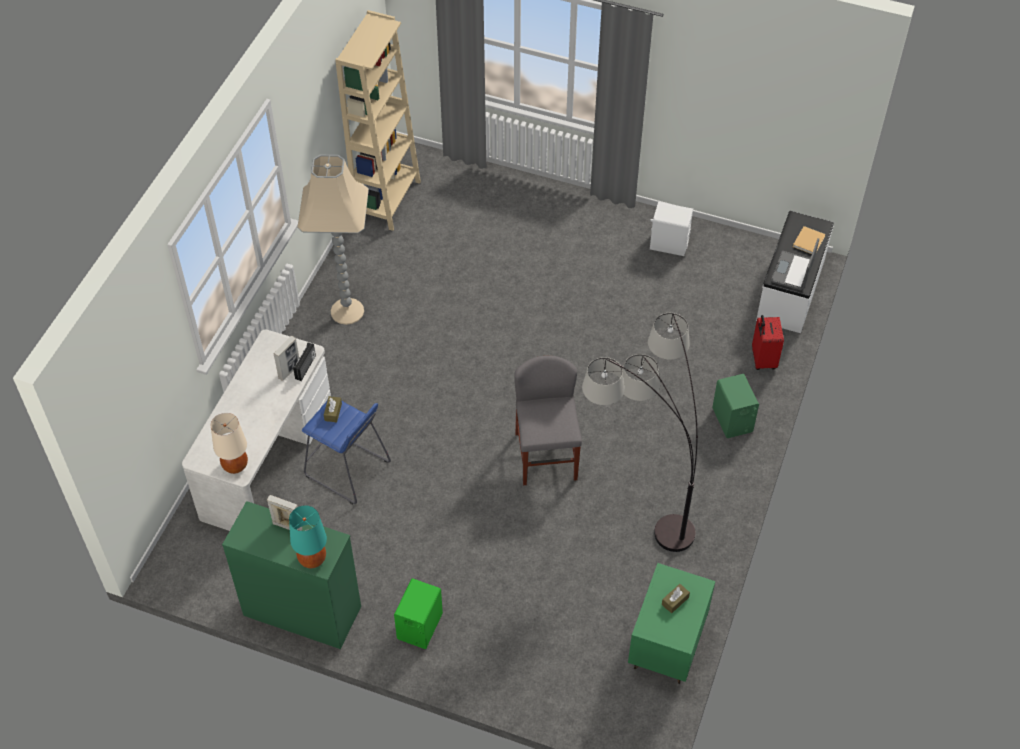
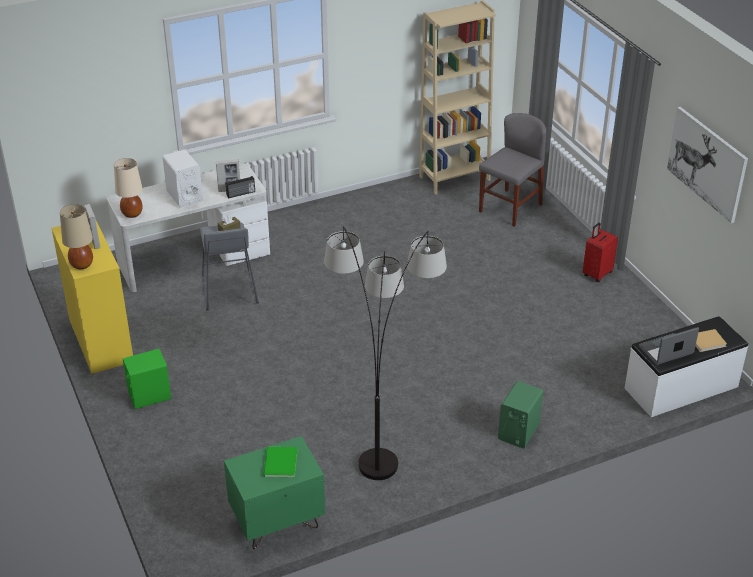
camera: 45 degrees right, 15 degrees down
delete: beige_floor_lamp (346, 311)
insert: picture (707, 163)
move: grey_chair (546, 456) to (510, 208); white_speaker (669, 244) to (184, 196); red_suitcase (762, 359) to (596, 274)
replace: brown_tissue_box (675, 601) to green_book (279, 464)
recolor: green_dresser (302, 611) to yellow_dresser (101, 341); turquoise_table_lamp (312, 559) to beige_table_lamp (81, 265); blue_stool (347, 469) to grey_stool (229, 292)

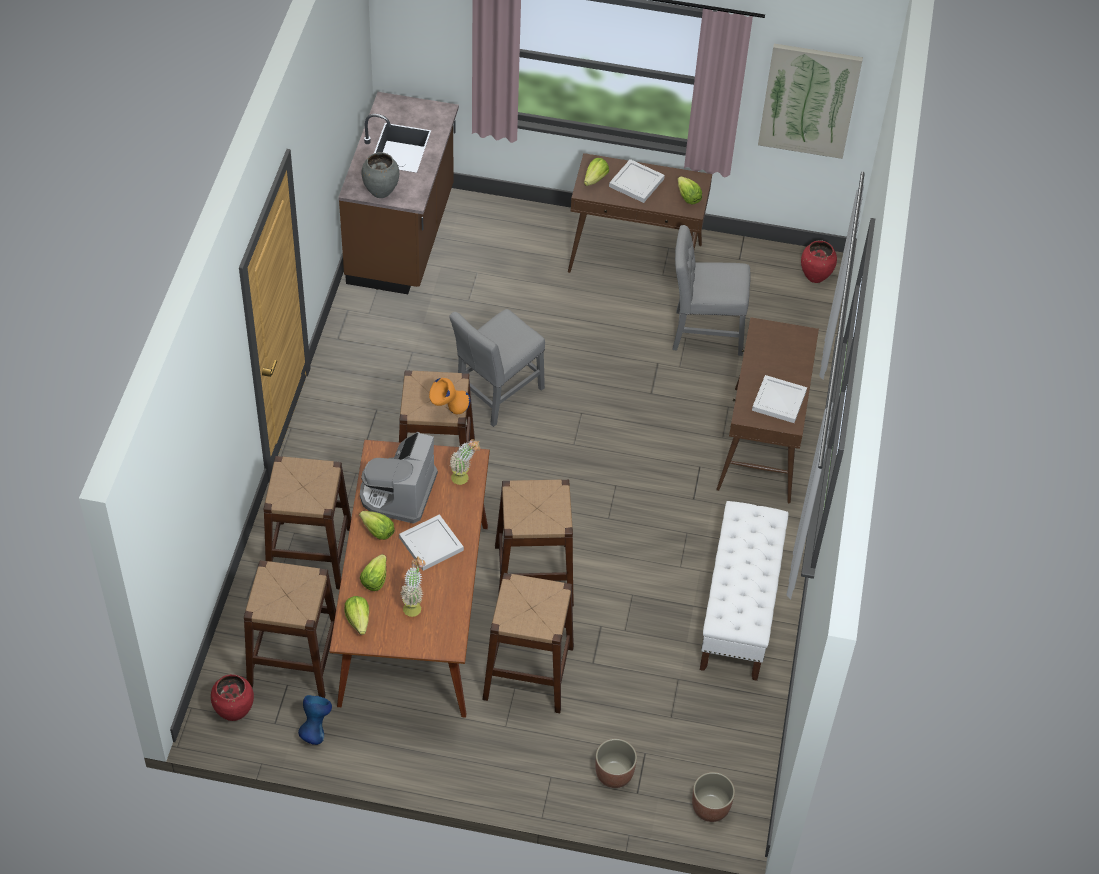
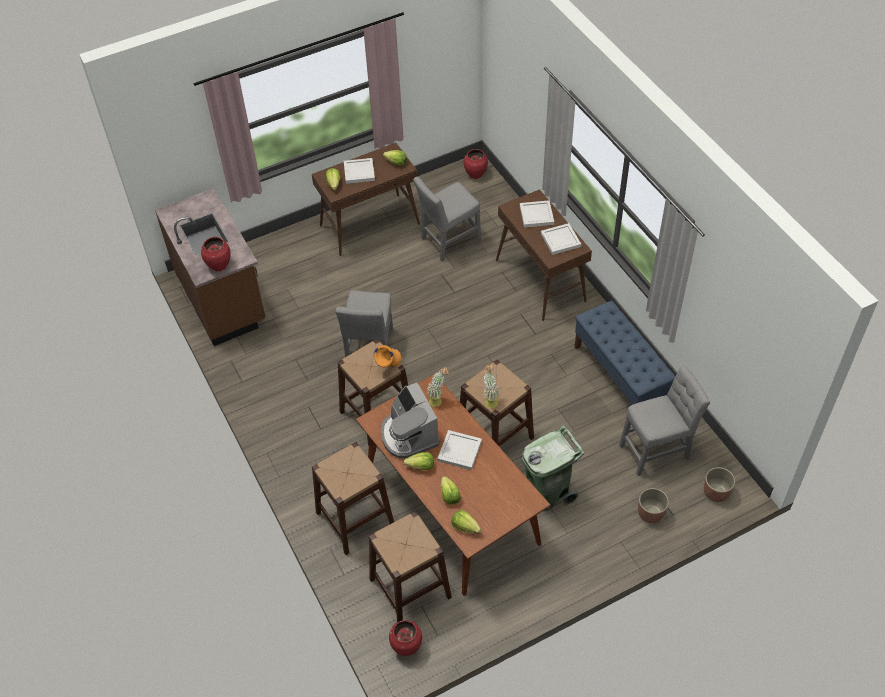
camera: 35 degrees left, 0 degrees up
delete: blue_vase (315, 730); picture (809, 100)
insert: white_tray (537, 215); grey_chair (657, 450)
move: potted_plant (414, 605) to (490, 400)
replace: brown_stool (528, 672) to green_trash_can (548, 493)
recolor: grey_vase (380, 192) to red_vase (219, 266); white_bench (739, 610) to blue_bench (620, 376)

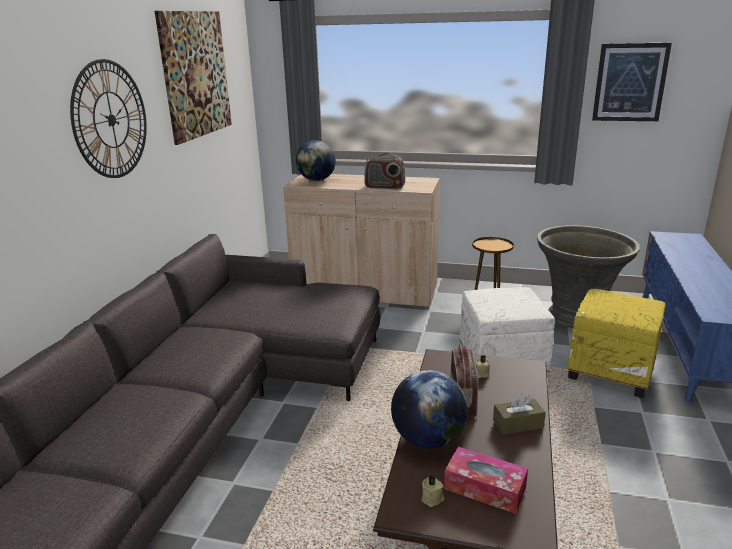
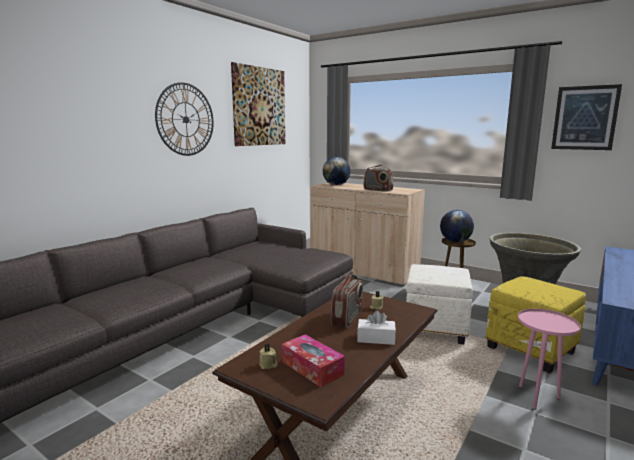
camera: 20 degrees right, 10 degrees down
insert: pink_side_table (537, 397)
move: globe (428, 439) to (455, 241)
recolor: brown_tissue_box (518, 424) to white_tissue_box (376, 339)

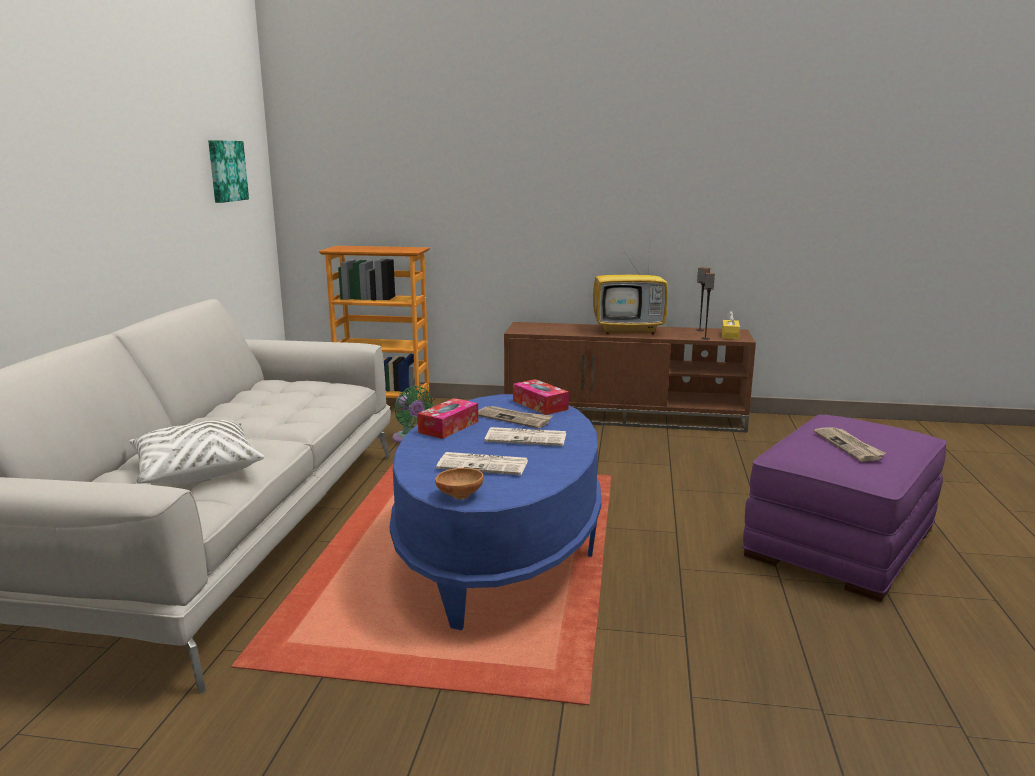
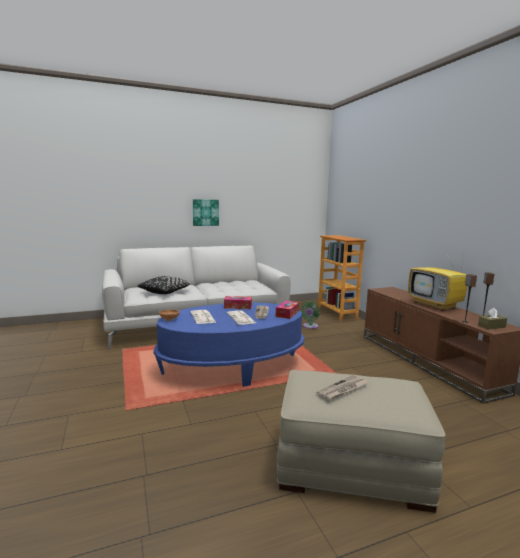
camera: 60 degrees right, 5 degrees down
move: picture (226, 171) to (205, 212)
recolor: white_pillow (196, 470) to black_pillow (165, 292); yellow_tissue_box (730, 335) to brown_tissue_box (491, 326); purple_ottoman (840, 541) to beige_ottoman (351, 464)

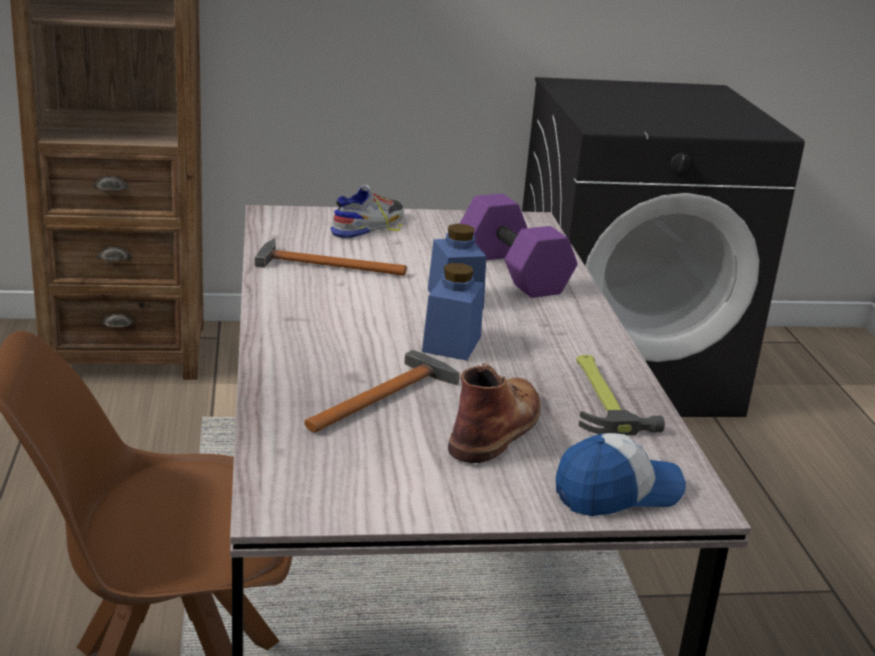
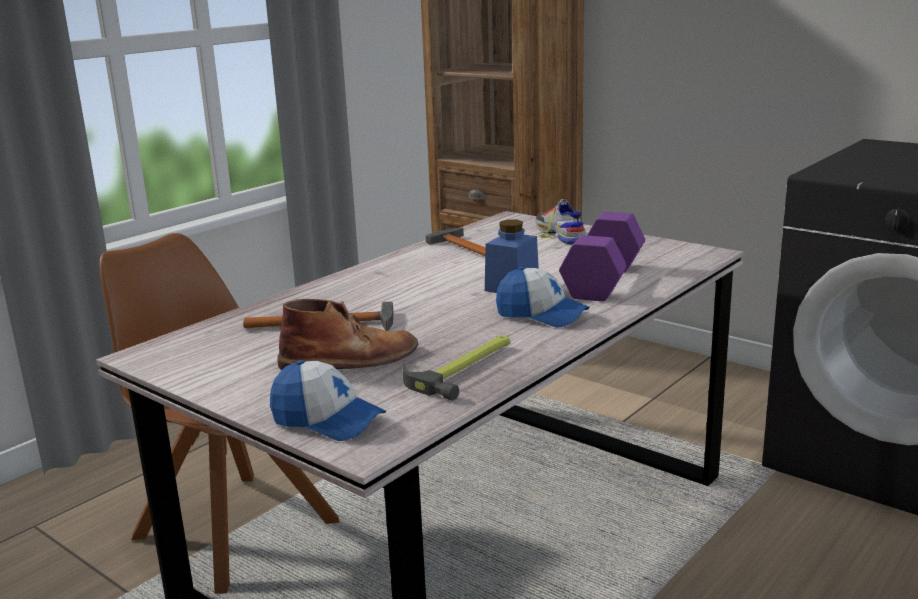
camera: 50 degrees right, 5 degrees down
delete: blue_jar (451, 344)
insert: cap (541, 315)
rotate: shoe (368, 225) = (560, 234) 105 degrees counterclockwise

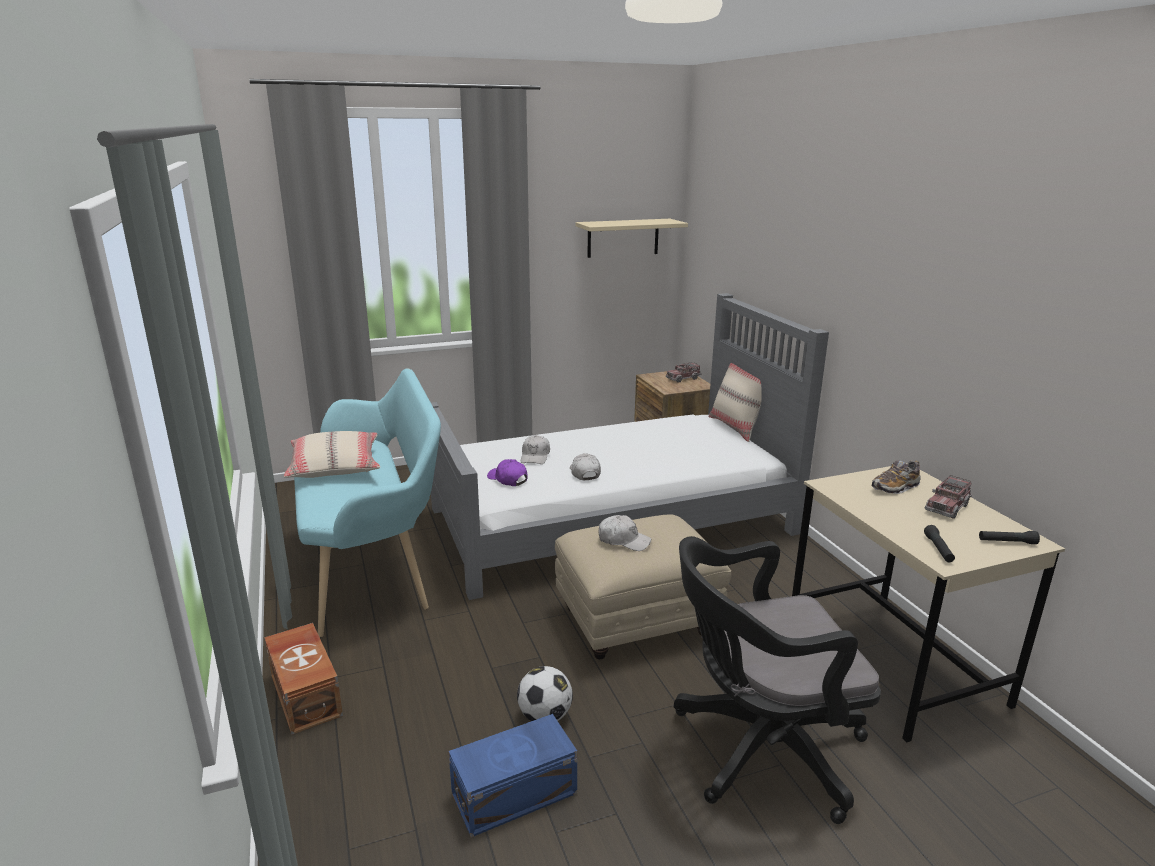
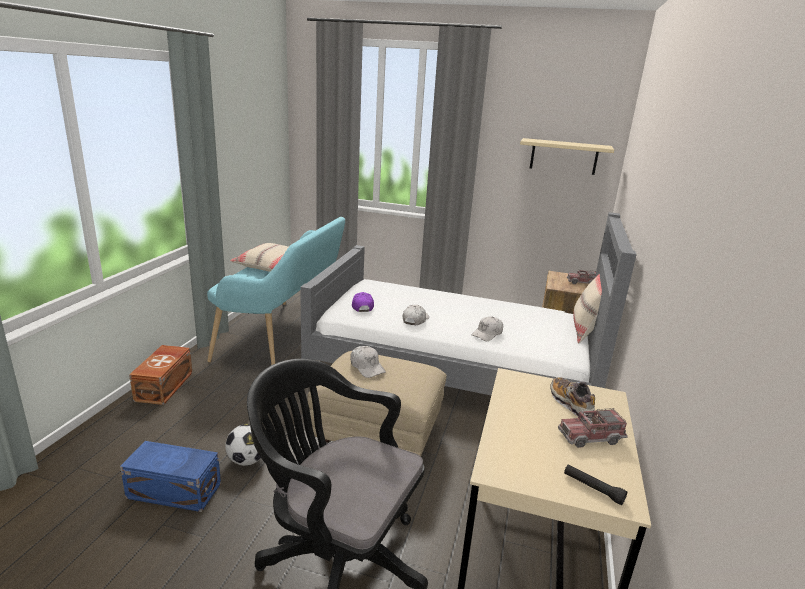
camera: 35 degrees right, 0 degrees up
delete: black_flashlight (938, 549)
move: white_cap (535, 456) to (487, 334)
rotate: shoe (895, 487) = (570, 403) 60 degrees clockwise

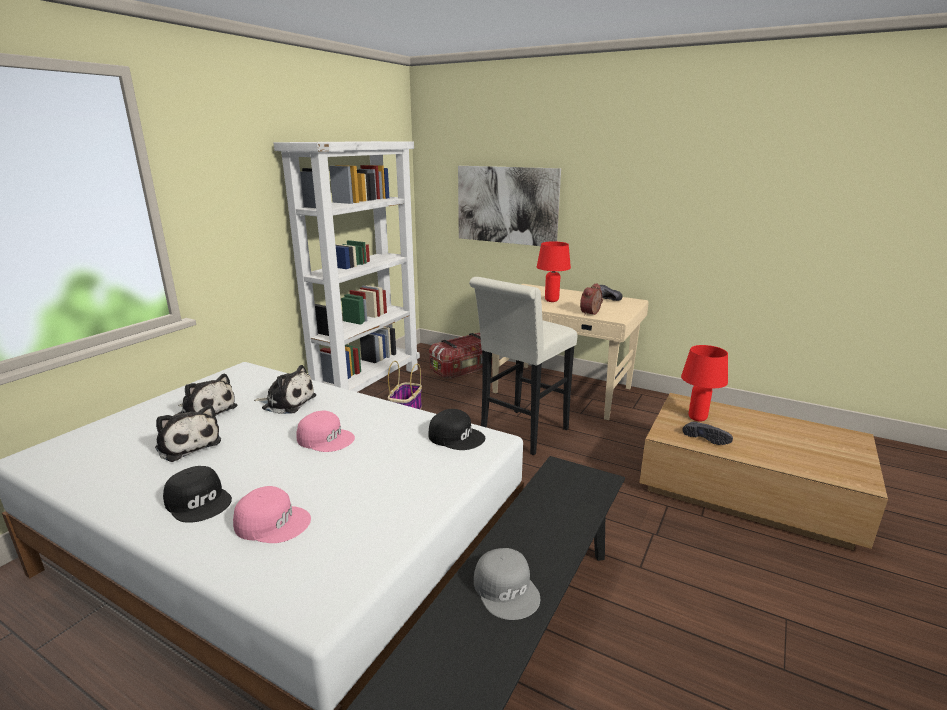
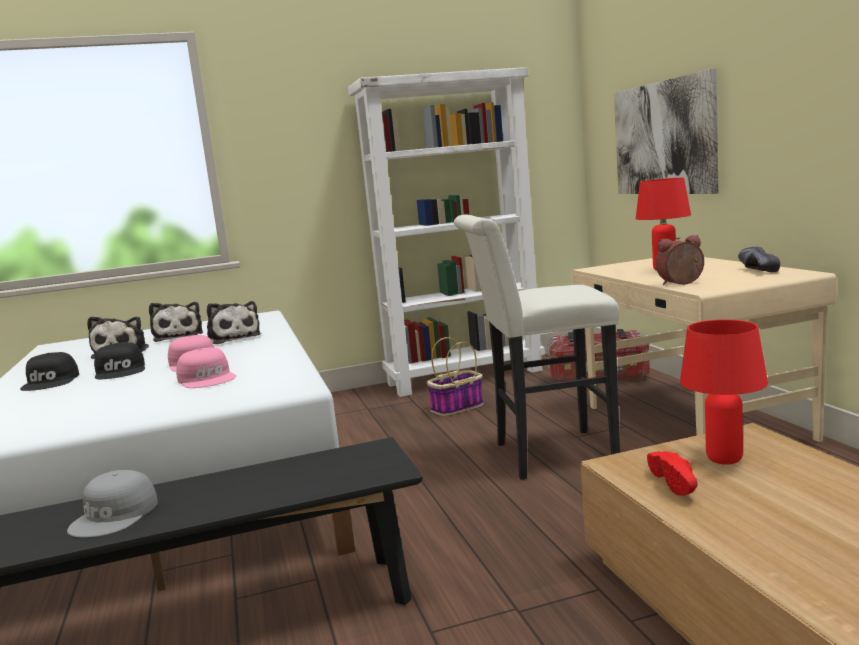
camera: 45 degrees right, 10 degrees down
move: pink_cap (273, 522) to (208, 378); black_cap (456, 436) to (121, 371)
recolor: black_shoe (706, 438) to red_shoe (679, 484)

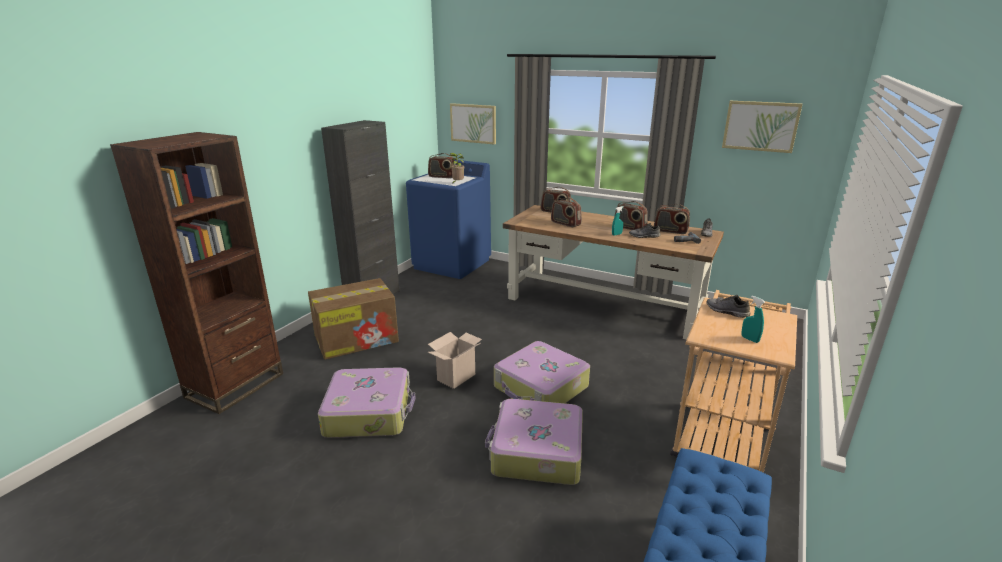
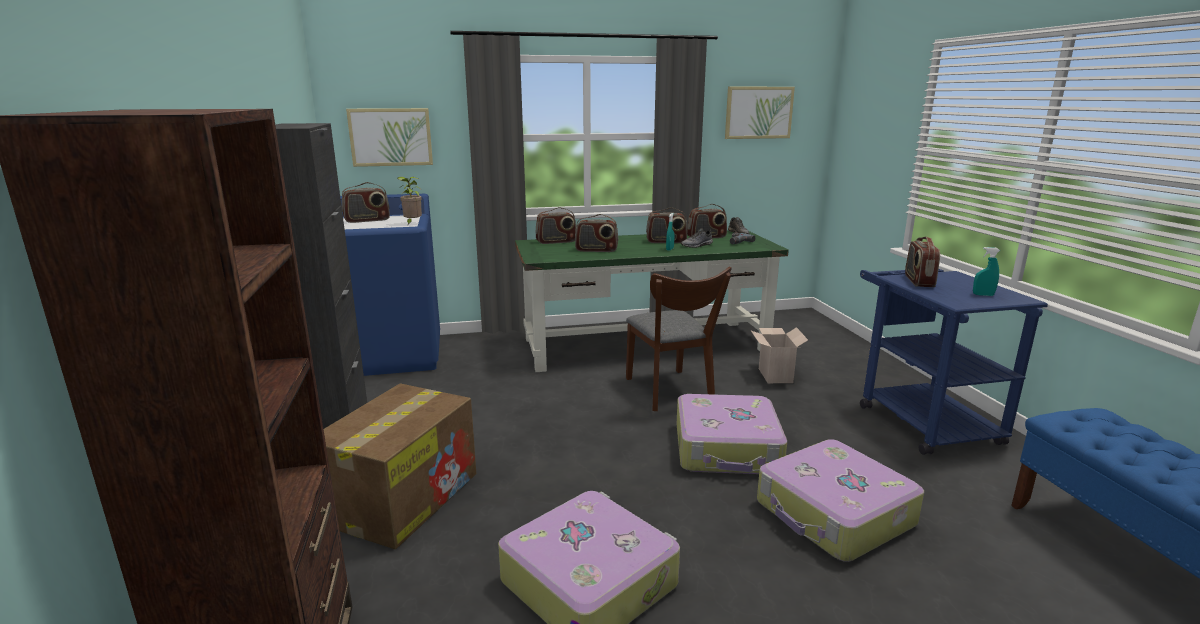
camera: 40 degrees left, 5 degrees down
insert: brown_chair (671, 393)
move: cardboard_box (456, 376) to (774, 375)
replace: grey_shoe (726, 311) to radio (918, 281)
recolor: brown_desk (605, 304) to green_desk (646, 344); beige_cart (722, 434) to blue_cart (920, 419)

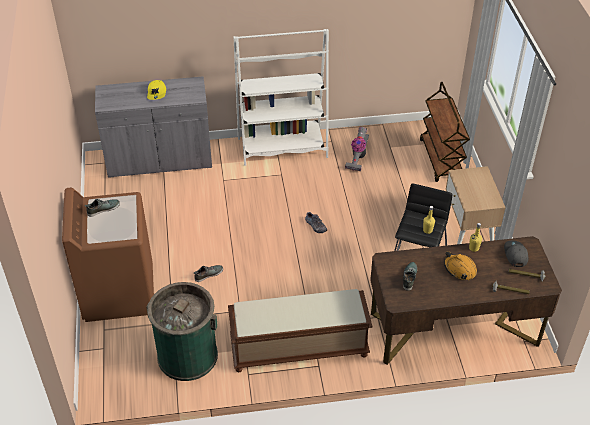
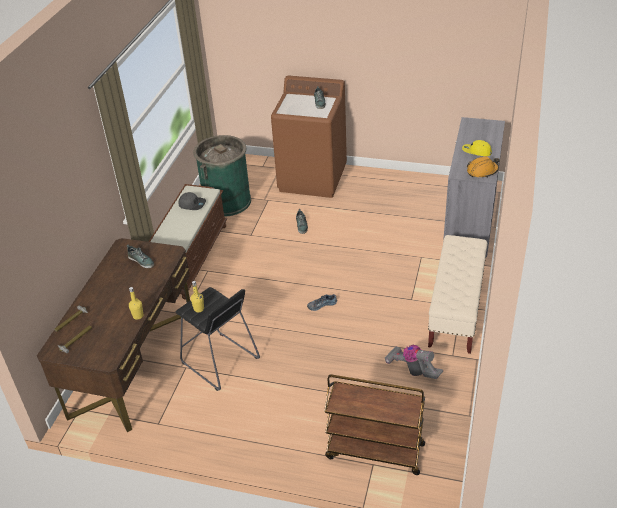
camera: 115 degrees right, 5 degrees down
delete: beige_nightstand (467, 233)
move: orange_hard_hat (459, 269) to (482, 171); grey_cap (515, 255) to (192, 204)
replace: white_bookcase (282, 148) to beige_bench (456, 311)

